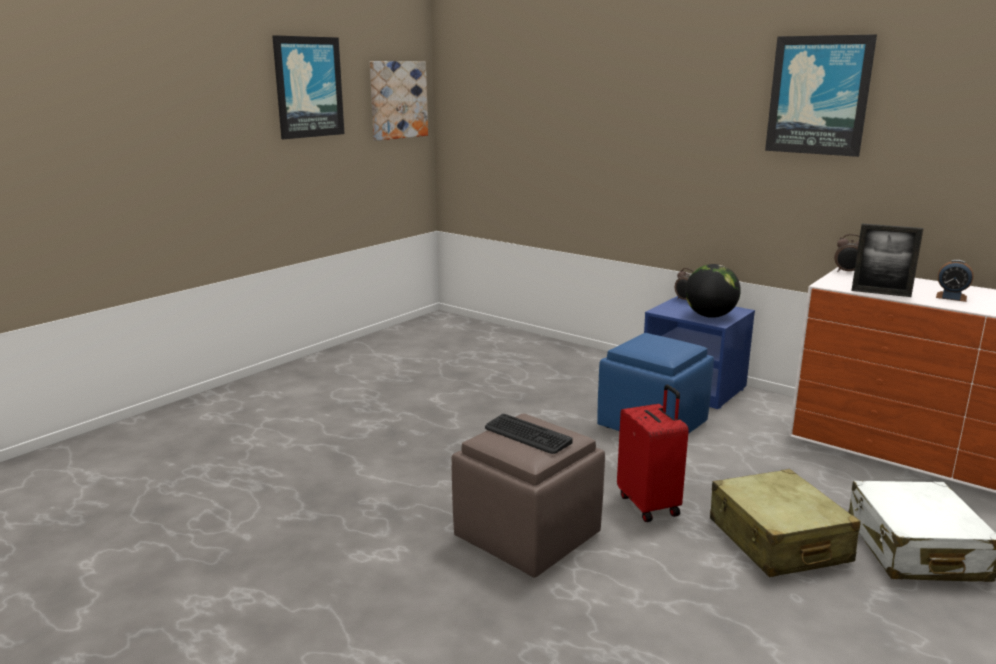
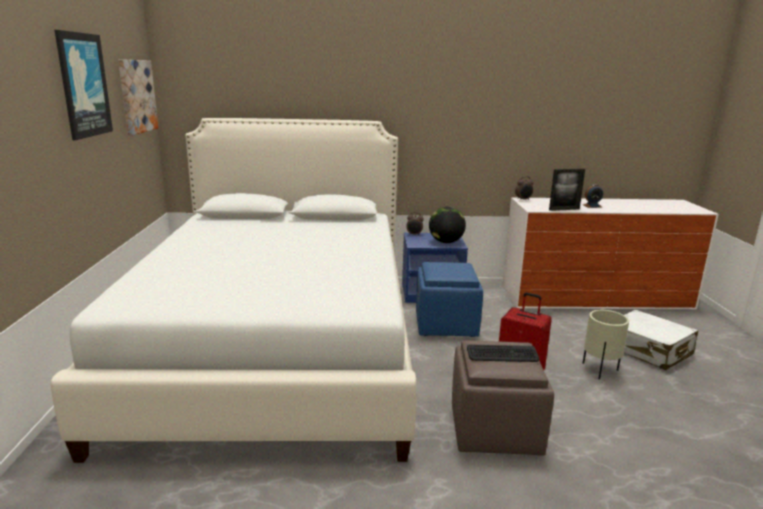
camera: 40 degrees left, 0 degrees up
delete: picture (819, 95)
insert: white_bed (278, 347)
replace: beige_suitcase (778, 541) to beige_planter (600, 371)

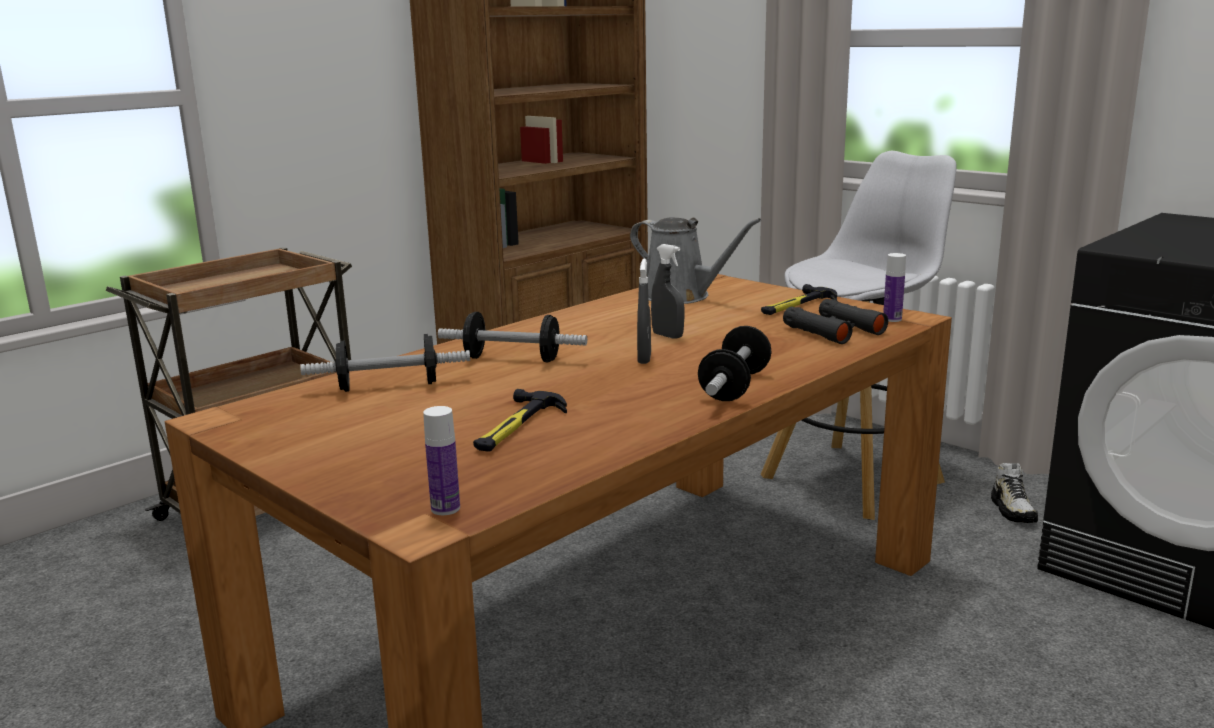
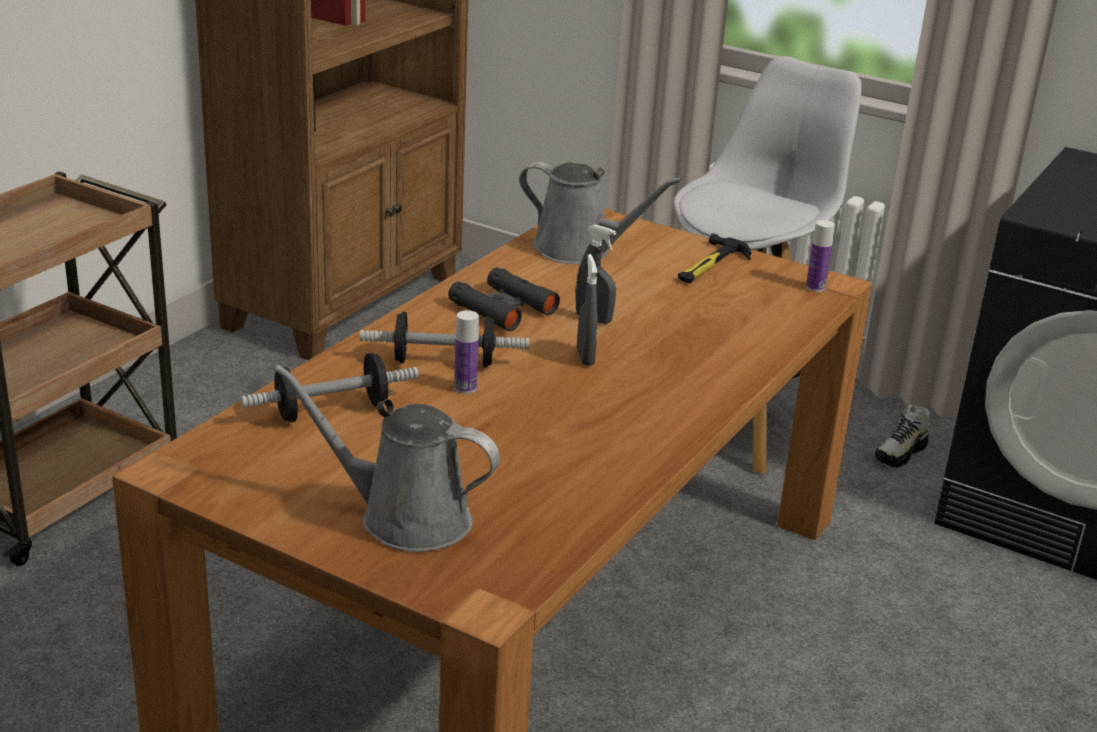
camera: 15 degrees left, 10 degrees up
delete: hammer (516, 426); dumbbell (735, 386)
insert: grey_watering_can (404, 518)
move: bottle (445, 508) to (465, 388); black_binoculars (833, 330) to (503, 308)
rotate: shoe (1013, 510) = (900, 453) 60 degrees clockwise

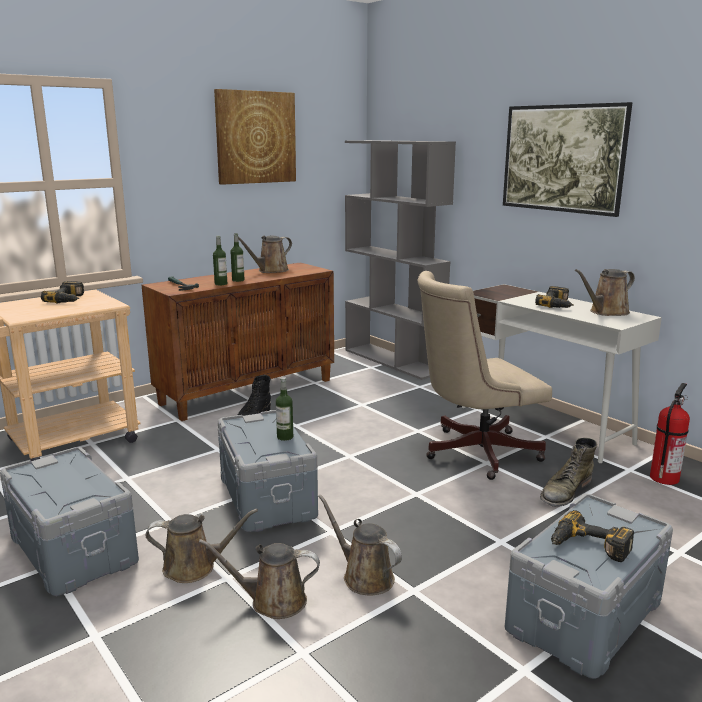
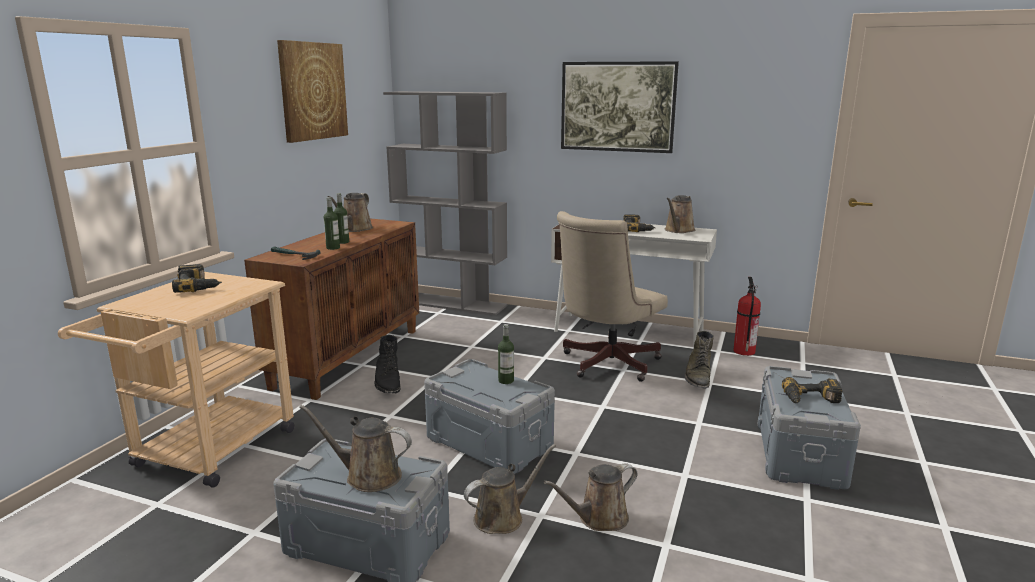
camera: 30 degrees left, 0 degrees up
move: brown_watering_can (364, 576) to (368, 476)

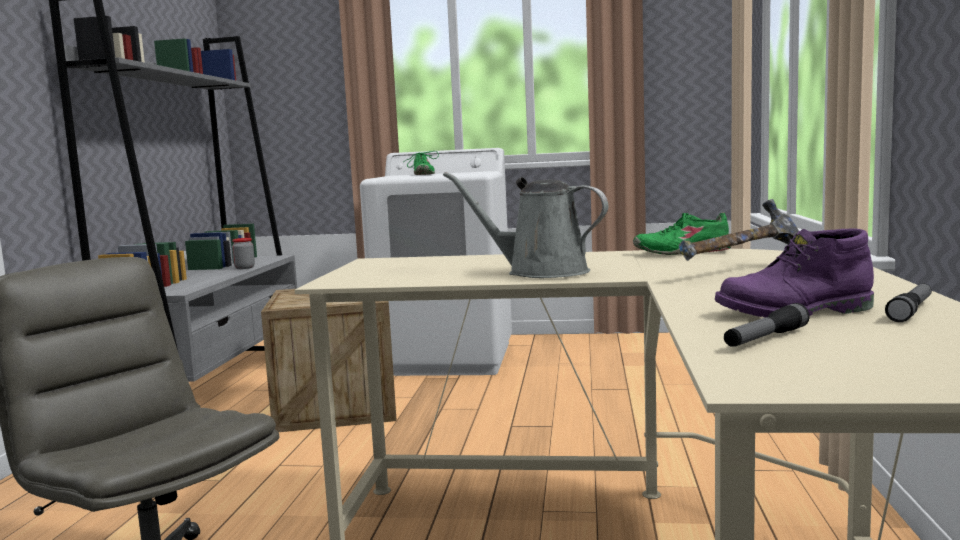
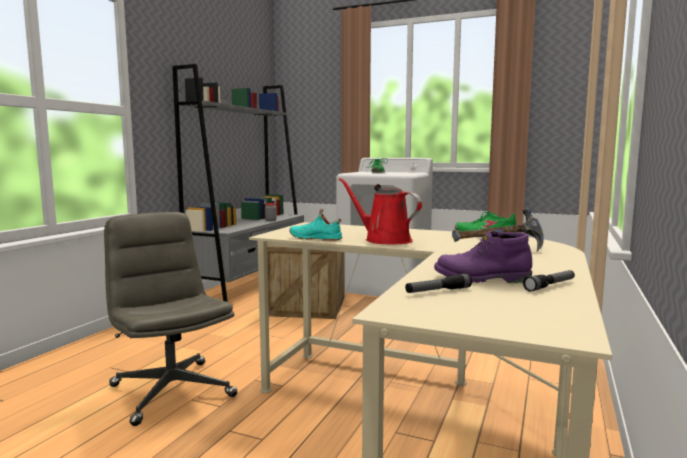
camera: 15 degrees right, 0 degrees up
insert: turquoise_shoe (316, 238)
recolor: grey_watering_can (539, 272) to red_watering_can (384, 240)

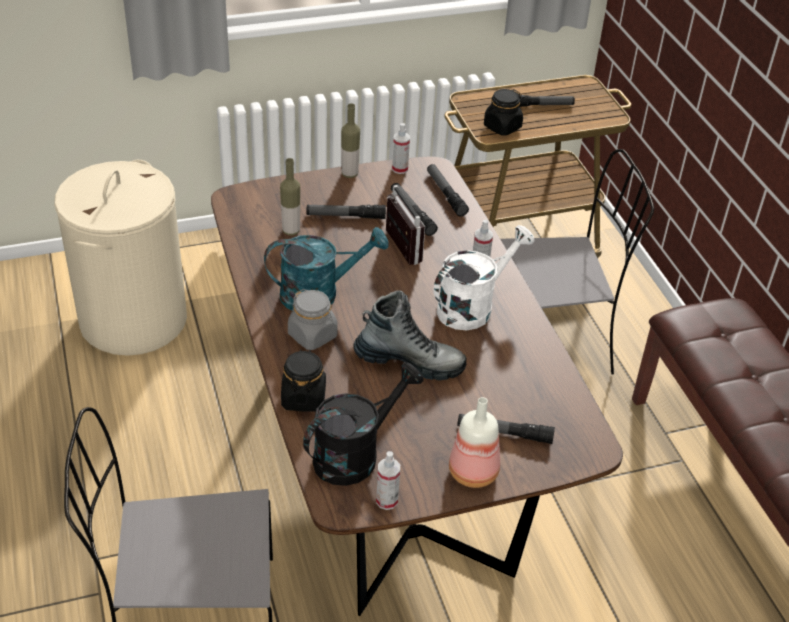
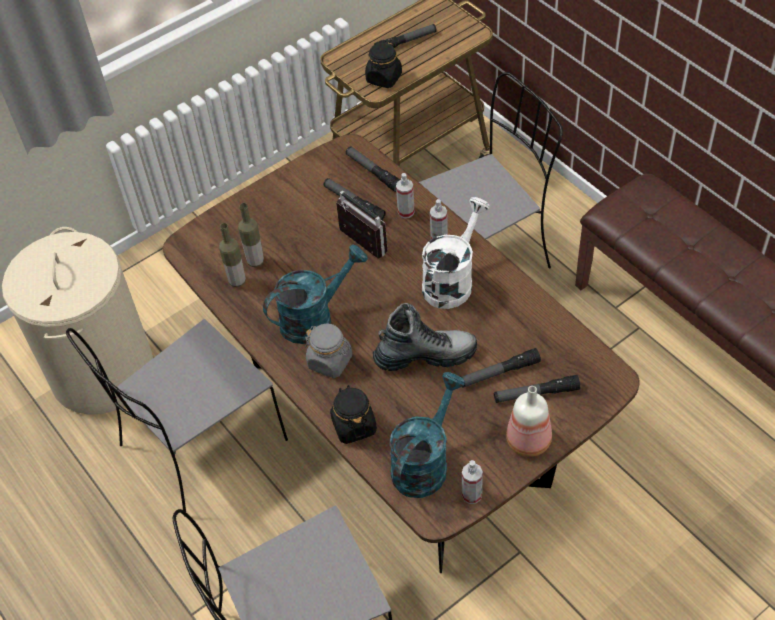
camera: 15 degrees left, 10 degrees up
insert: grey_chair (200, 445)
move: flashlight (346, 216) to (499, 372); bottle (349, 174) to (237, 281); spray_bottle (400, 169) to (406, 212)
recolor: black_watering_can (355, 454) to turquoise_watering_can (424, 462)

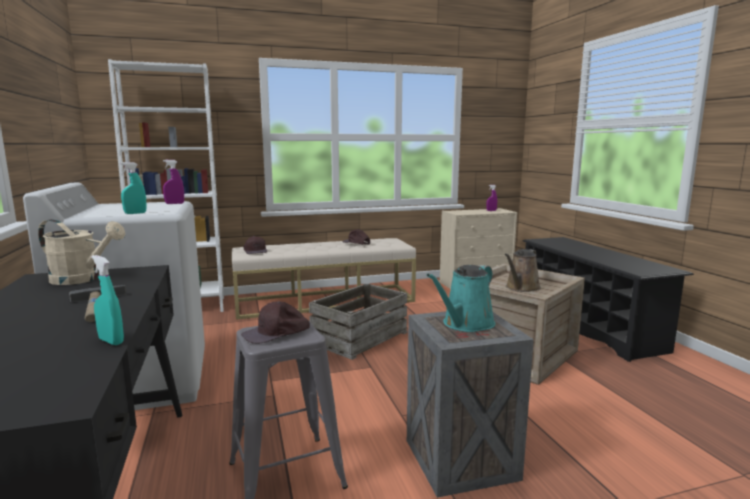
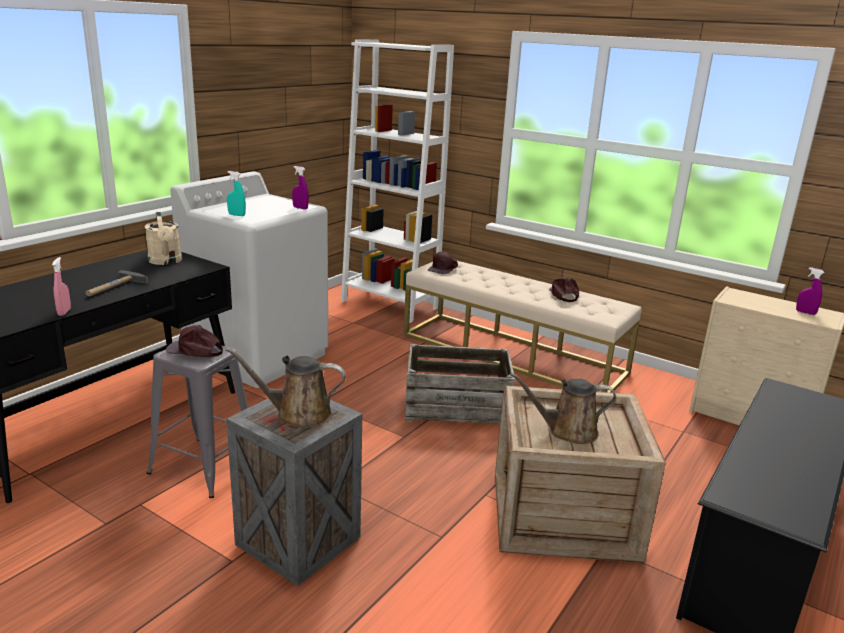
camera: 50 degrees right, 10 degrees up
recolor: turquoise_spray_bottle (111, 341) to pink_spray_bottle (64, 312); turquoise_watering_can (465, 324) to brown_watering_can (298, 414)

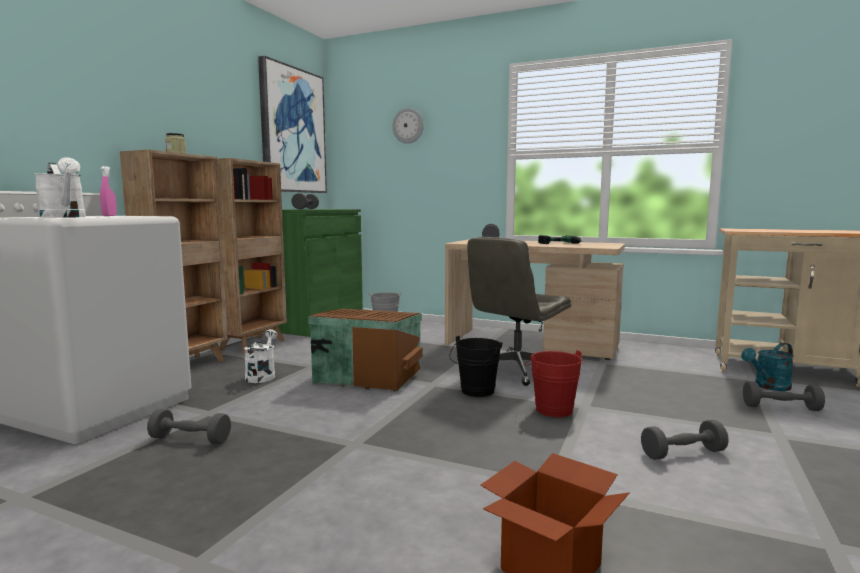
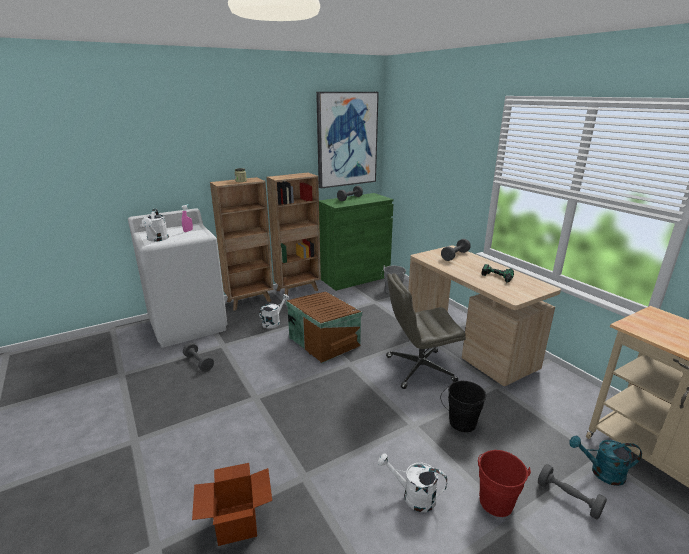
camera: 35 degrees right, 15 degrees up
delete: wall_clock (408, 125)
move: black_bucket (475, 392) to (459, 423); red_bucket (551, 408) to (495, 499)
replace: grey_dumbbell (683, 453) to white_watering_can (413, 496)

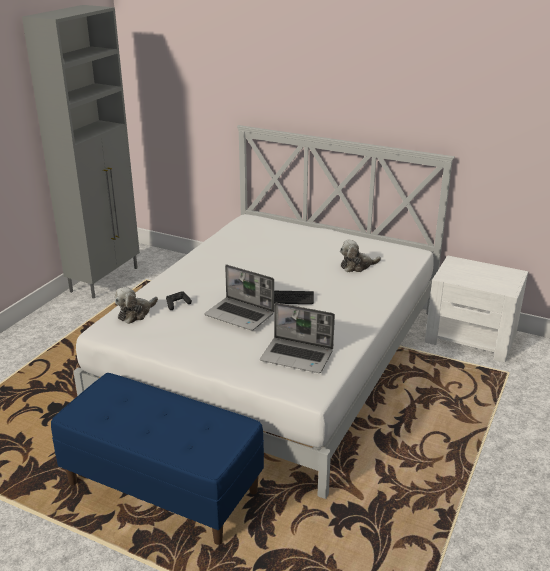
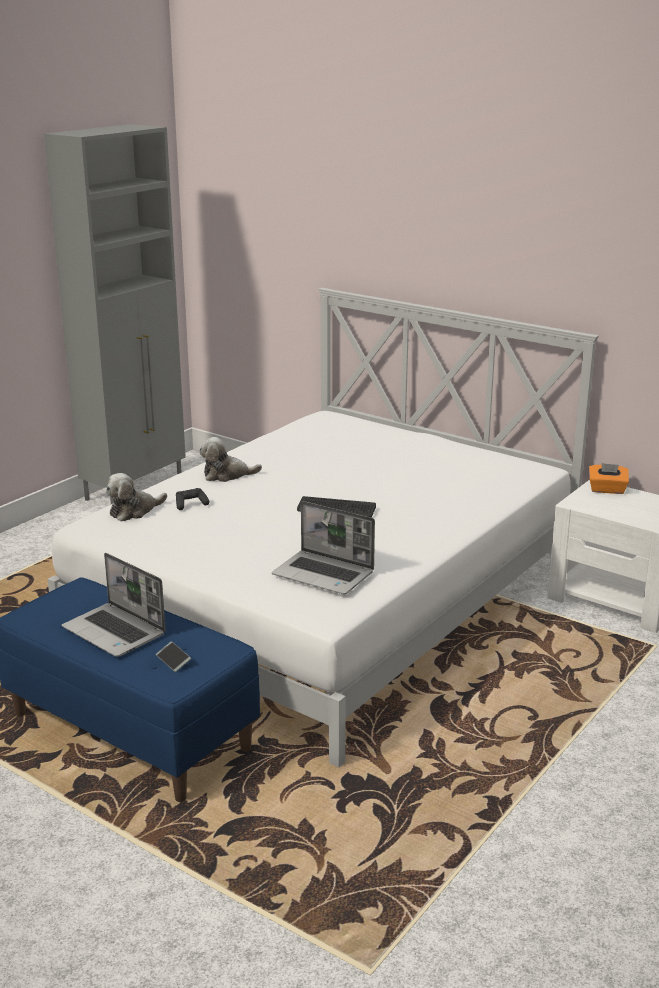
camera: 10 degrees right, 5 degrees down
insert: phone (173, 660); orange_tissue_box (607, 490)
move: laptop (240, 315) to (115, 632); plush_toy (357, 266) to (227, 475)

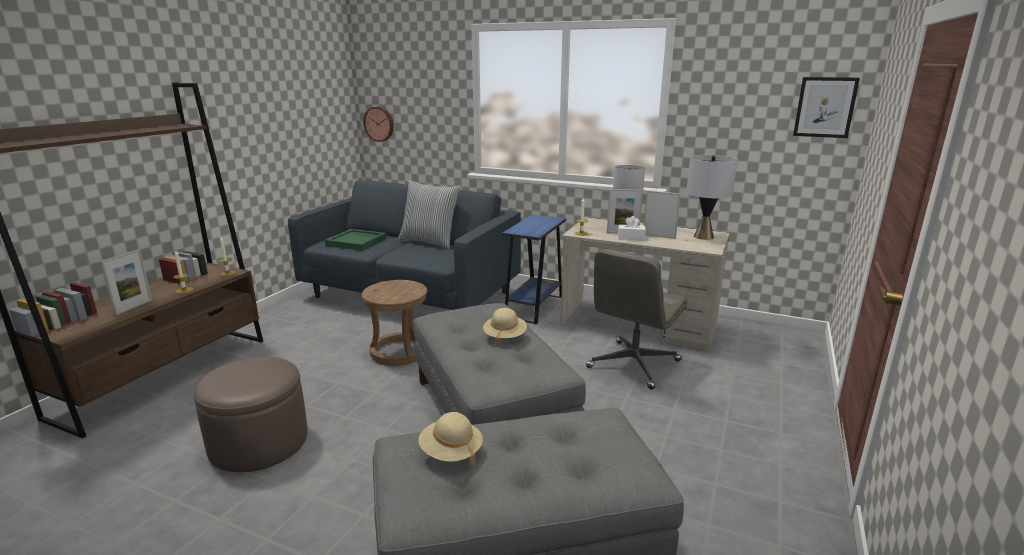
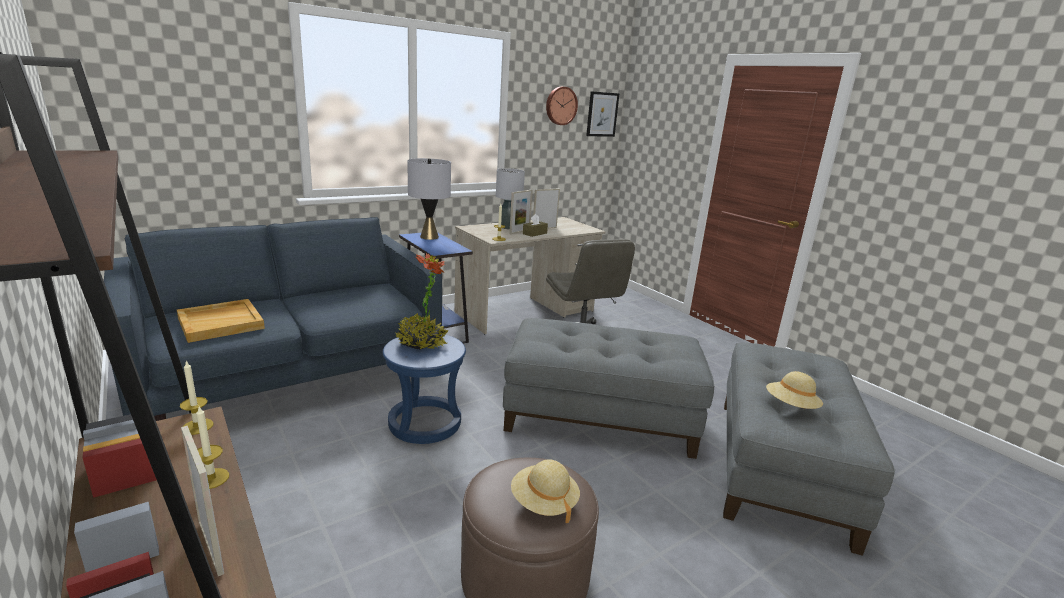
camera: 60 degrees left, 0 degrees up
delete: pillow (430, 242)
insert: potted_plant (421, 343)
move: wall_clock (379, 124) to (560, 106); beige_hat (504, 336) to (543, 503); grey_table_lamp (703, 237) to (429, 237)
recolor: green_tray (357, 242) to beige_tray (221, 323); brown_stool (399, 351) to blue_stool (425, 422); white_tissue_box (631, 238) to brown_tissue_box (534, 233)

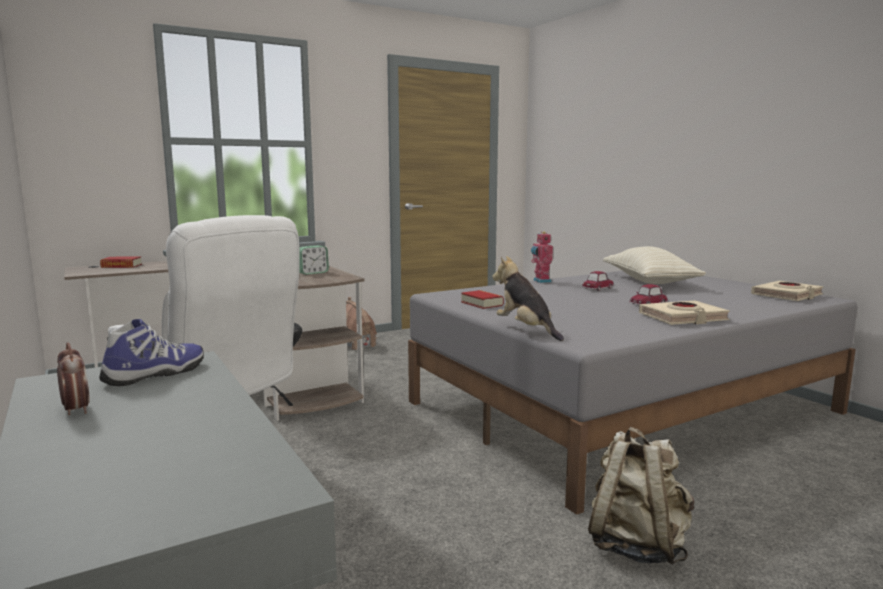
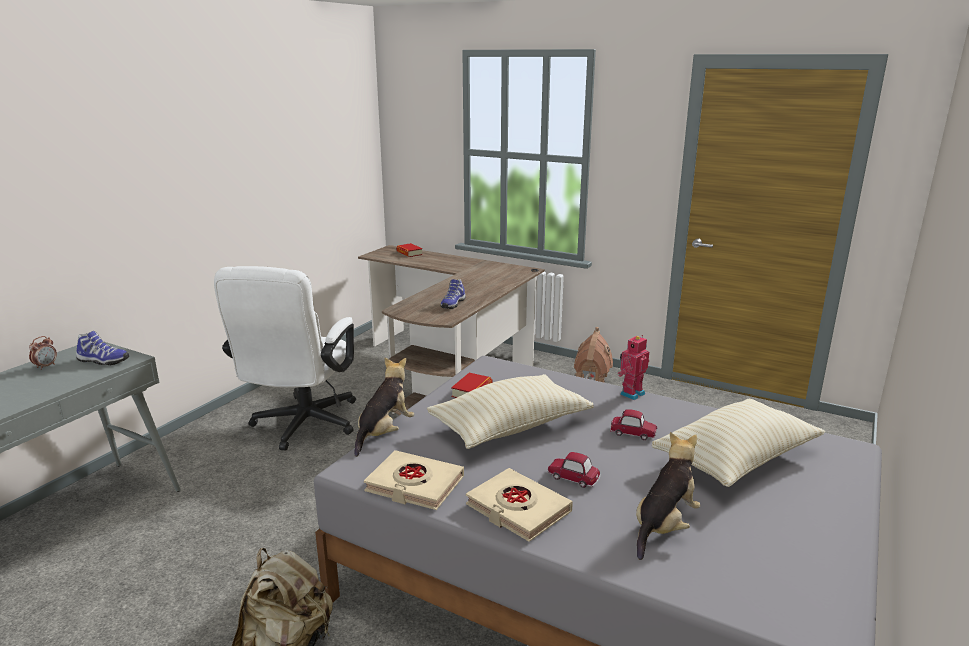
camera: 60 degrees right, 10 degrees up
insert: beige_pillow (510, 427); plush_toy (664, 526)
move: beige_book (787, 295) to (414, 485)
replace: alarm_clock (312, 273) to shoe (452, 304)

